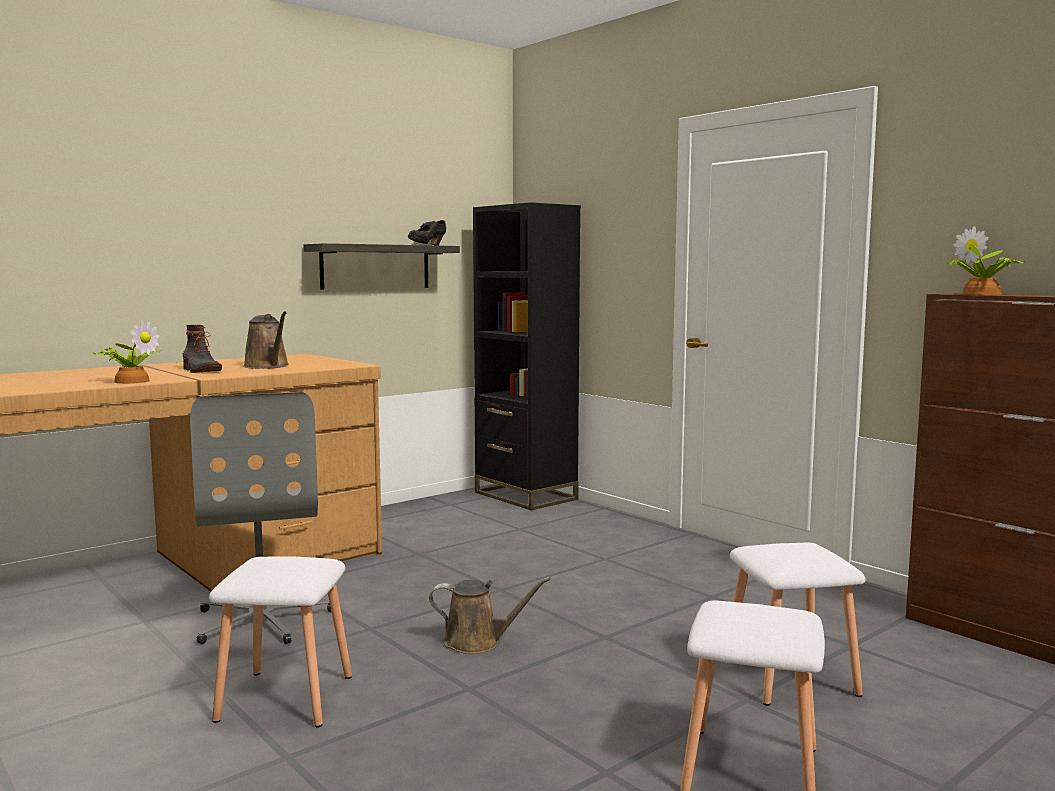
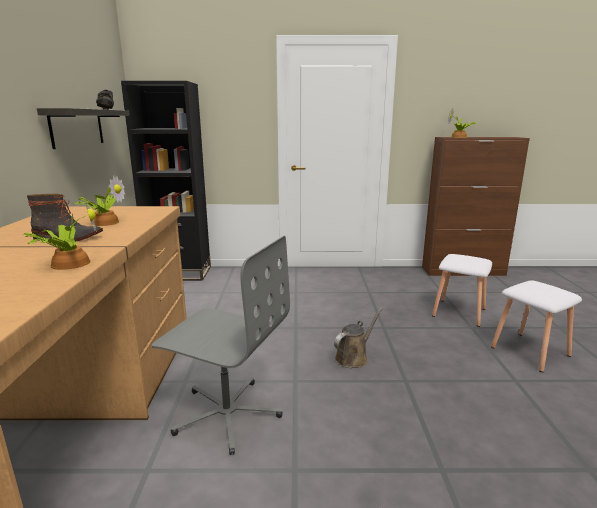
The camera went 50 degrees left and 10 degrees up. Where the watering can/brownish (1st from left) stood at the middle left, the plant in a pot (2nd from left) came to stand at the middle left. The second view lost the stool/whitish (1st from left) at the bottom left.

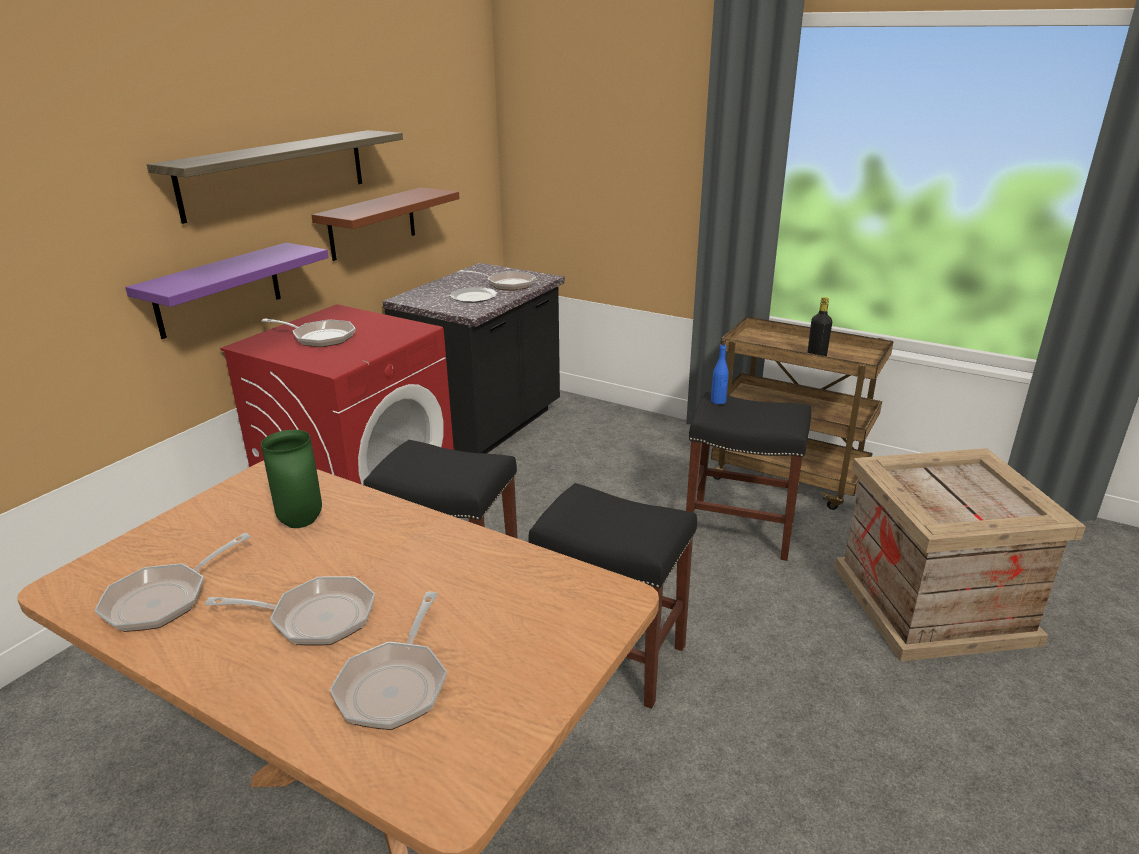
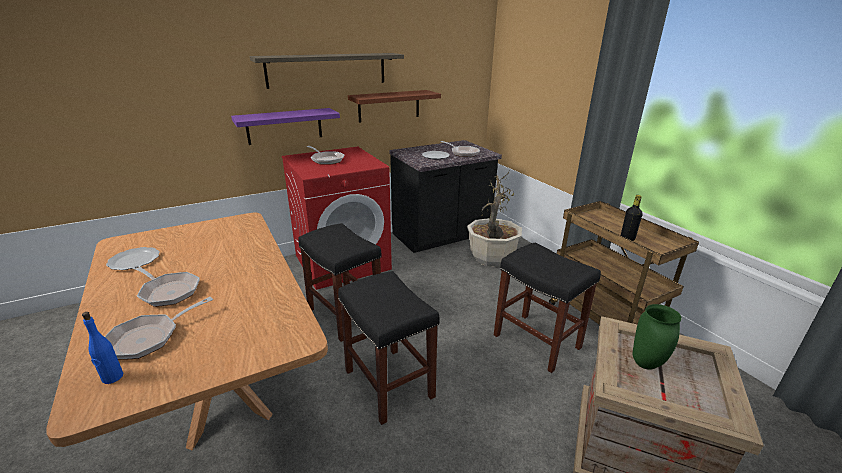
The camera went 30 degrees right and 0 degrees up. The drink bottle/blue ended up elsewhere, having gone from the centre to the bottom left. Where the skillet (1st from left) stood at the bottom left, the dinner plate (1st from left) came to stand at the middle left. The second view gained the plant in a pot at the centre. The flower vase/greenish ended up elsewhere, having gone from the middle left to the bottom right.

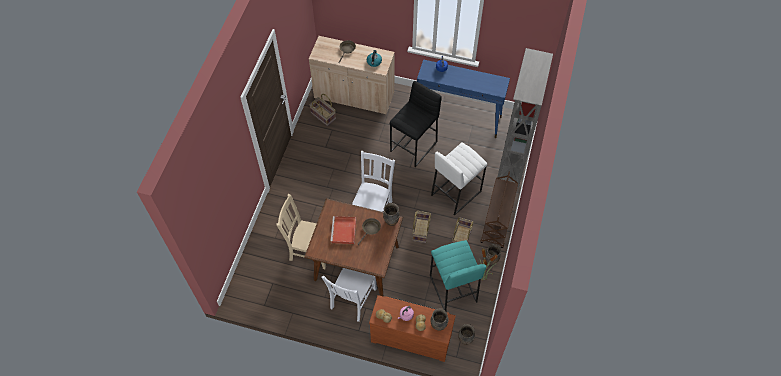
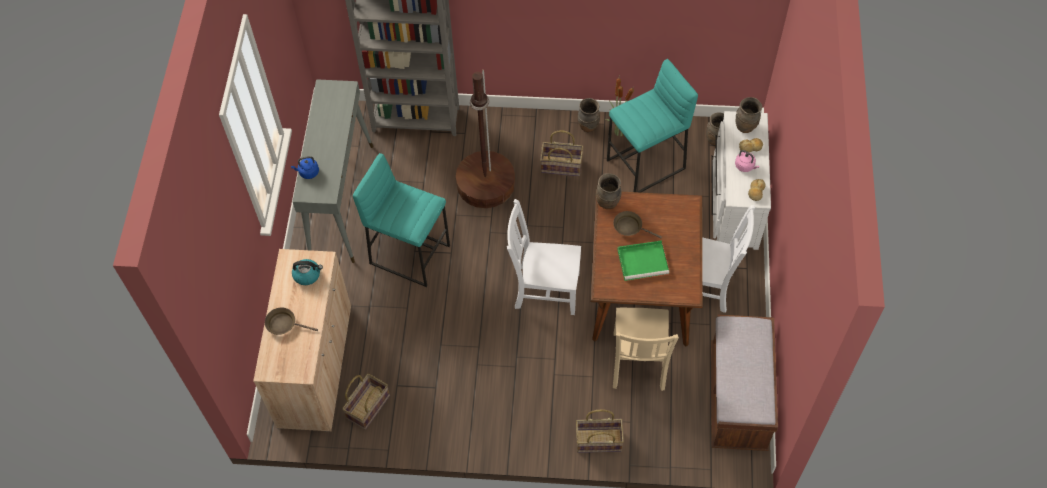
The camera went 100 degrees left and 0 degrees up. What was the console table/blue at the top centre turned into the console table/gray at the middle left. What was the stool/black at the top centre turned into the stool/turquoise (1st from left) at the centre. Where the stool/whitish stood at the centre, the floor lamp/brownish came to stand at the top centre. The household basket (2nd from left in the first image) ended up elsewhere, having gone from the centre to the bottom centre. What was the carrying tray/red at the centre turned into the carrying tray/greenish at the centre. What was the dresser/brownish at the bottom centre turned into the dresser/whitish at the middle right. The second view gained the indoor bench/brownish at the bottom right. The second view lost the trolley/brownish at the centre.

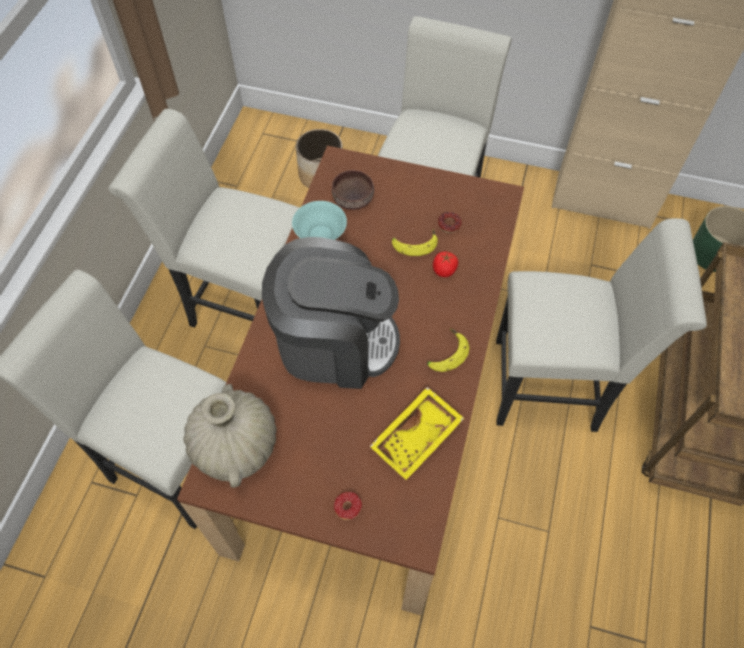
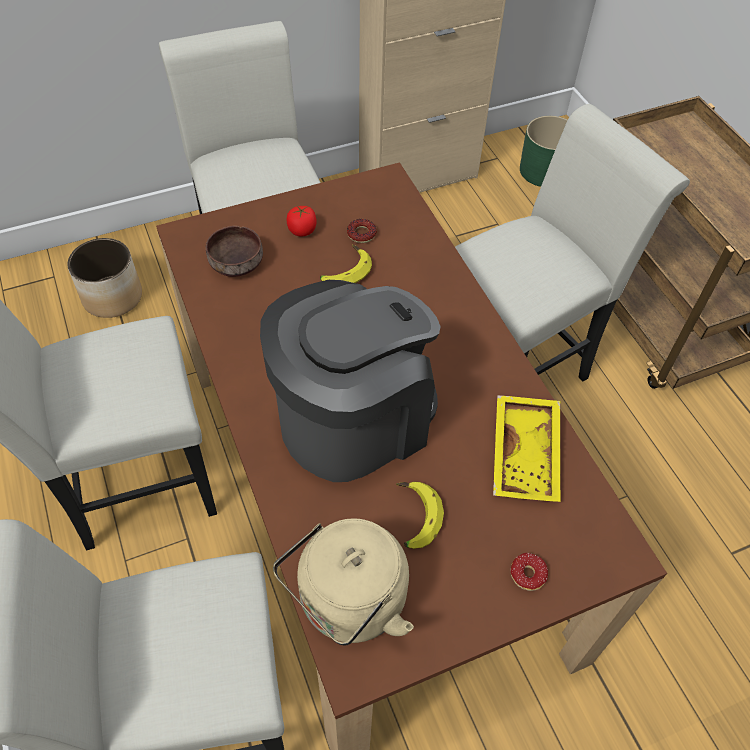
The camera went 40 degrees left and 5 degrees down. Where the flower vase/beige stood at the bottom left, the kettle/beige came to stand at the bottom centre. The tomato ended up elsewhere, having gone from the centre to the top centre. The banana (2nd from left) ended up elsewhere, having gone from the centre to the bottom centre. The second view lost the deep dish/turquoise at the centre.

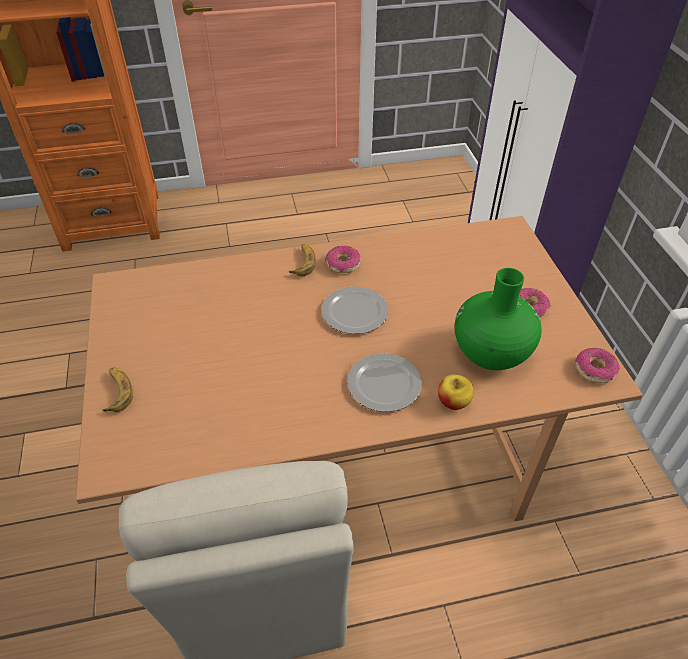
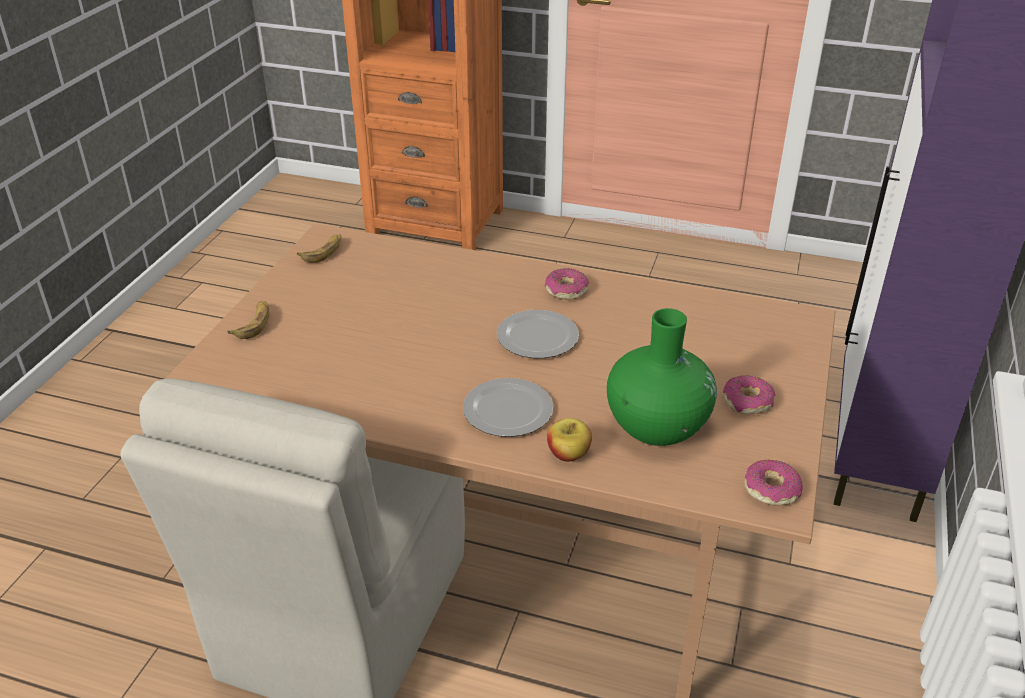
The camera went 30 degrees right and 10 degrees down. The banana (2nd from left) ended up elsewhere, having gone from the centre to the middle left.

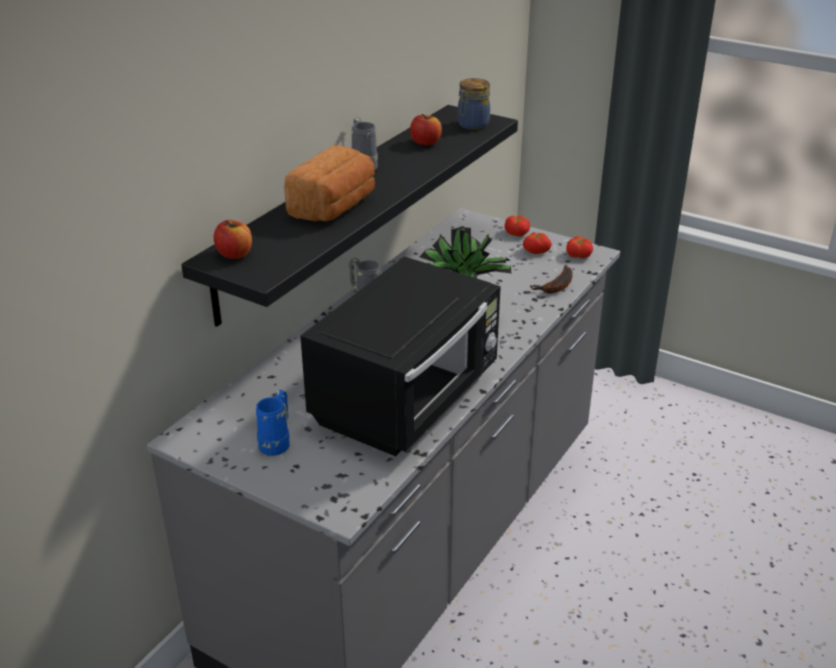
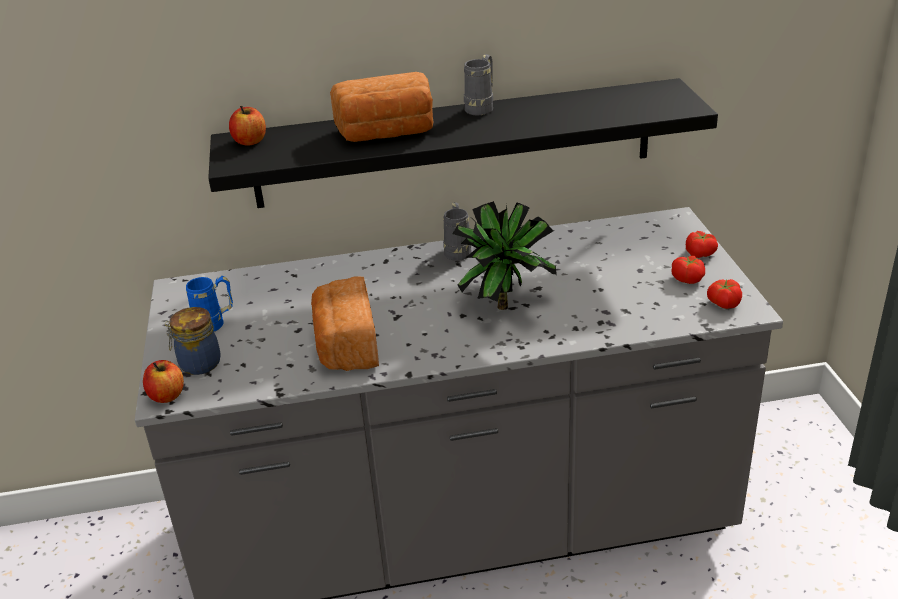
The camera went 50 degrees right and 0 degrees up. The whole apple (2nd from left in the first image) ended up elsewhere, having gone from the top centre to the middle left. The jar ended up elsewhere, having gone from the top centre to the middle left. Where the microwave oven/black stood at the centre, the bread (1st from left) came to stand at the centre. The second view lost the banana at the centre.

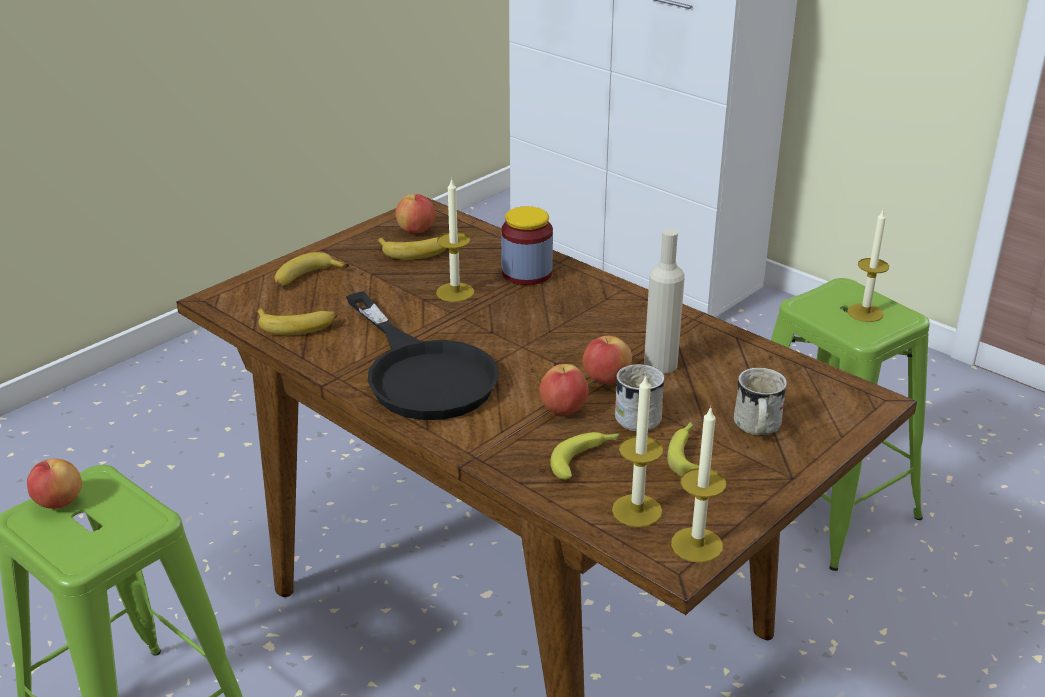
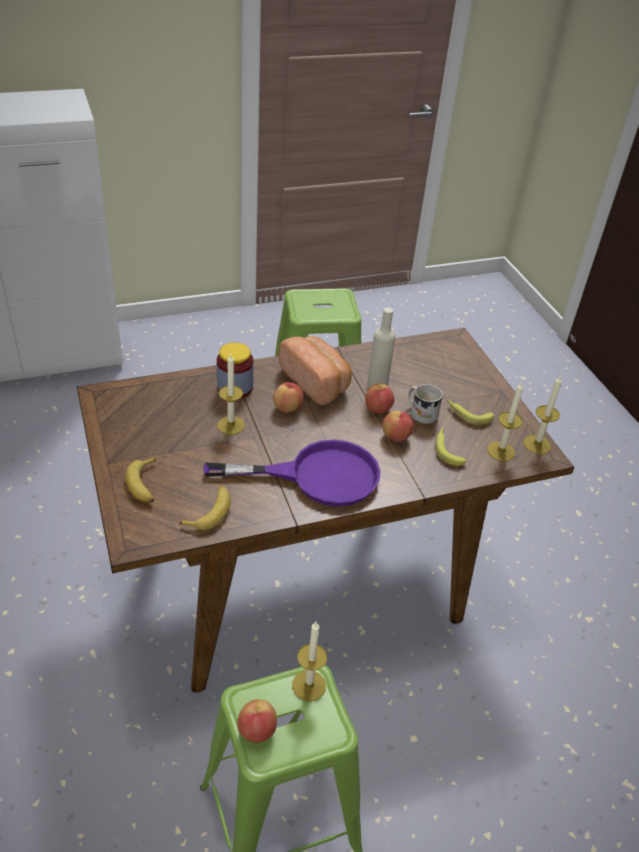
The camera went 65 degrees left and 10 degrees up. What was the skillet/black at the centre turned into the skillet/purplish at the centre. The whole apple (2nd from left) ended up elsewhere, having gone from the top centre to the centre. The second view gained the bread at the centre. The wax candle (4th from left in the first image) ended up elsewhere, having gone from the middle right to the bottom centre. The second view lost the banana (3rd from left) at the centre. The second view lost the tea mug/whitish (2nd from left) at the middle right.

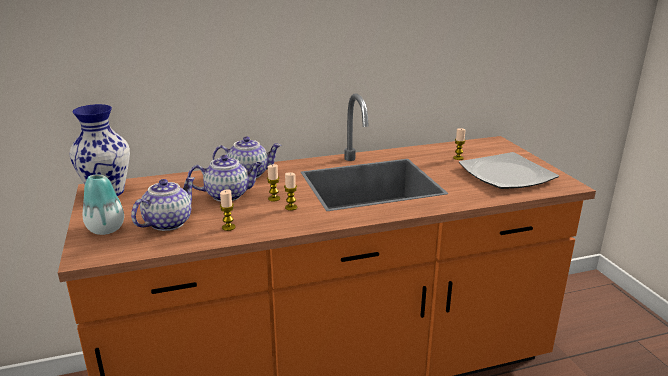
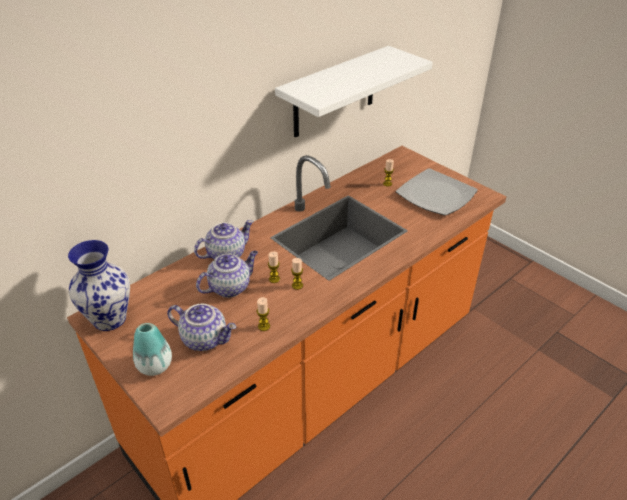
The camera went 25 degrees left and 15 degrees up. The tea pot (1st from left) at the middle left ended up facing another way, 105 degrees clockwise from before. The second view gained the wall shelf/whitish at the top centre.

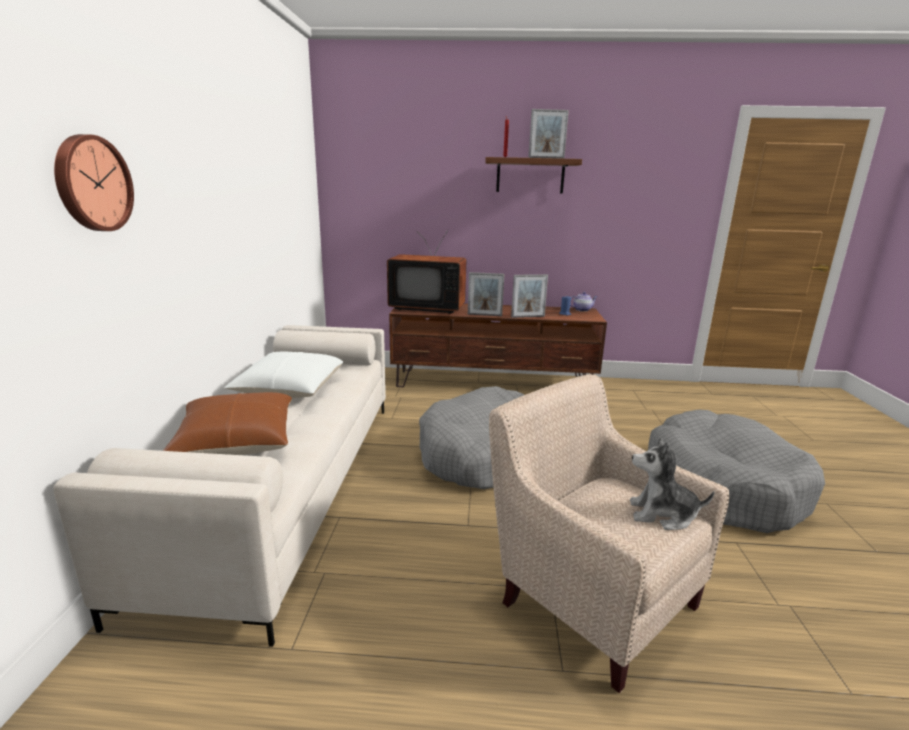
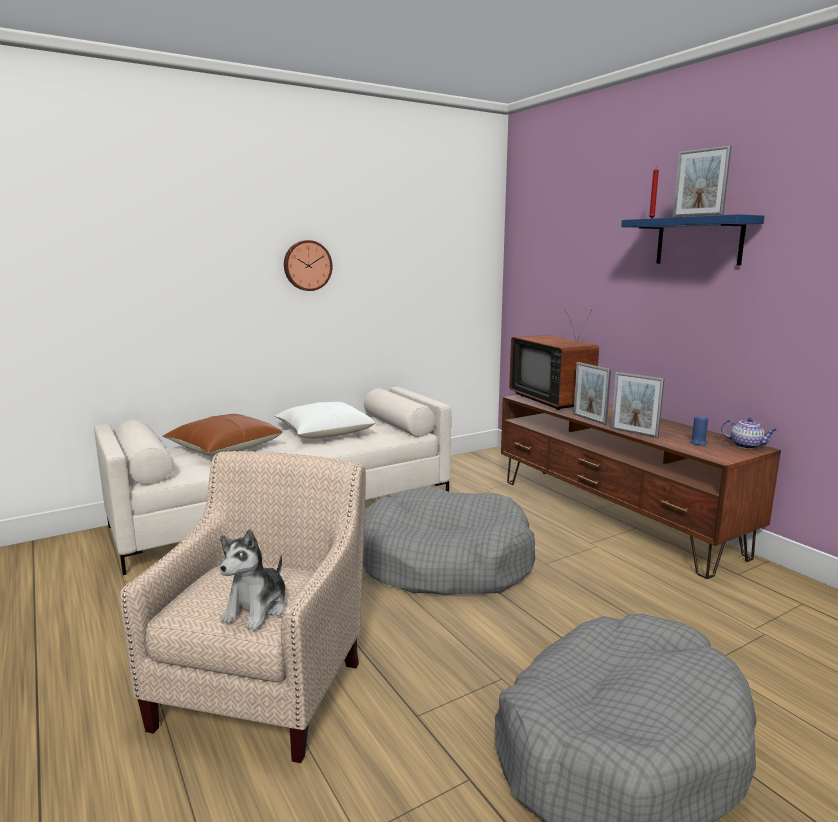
The camera went 55 degrees right and 5 degrees down. The plush toy at the middle right ended up facing another way, 135 degrees counterclockwise from before. The clock on the wall ended up elsewhere, having gone from the top left to the top centre. What was the wall shelf/brownish at the top centre turned into the wall shelf/blue at the top right.

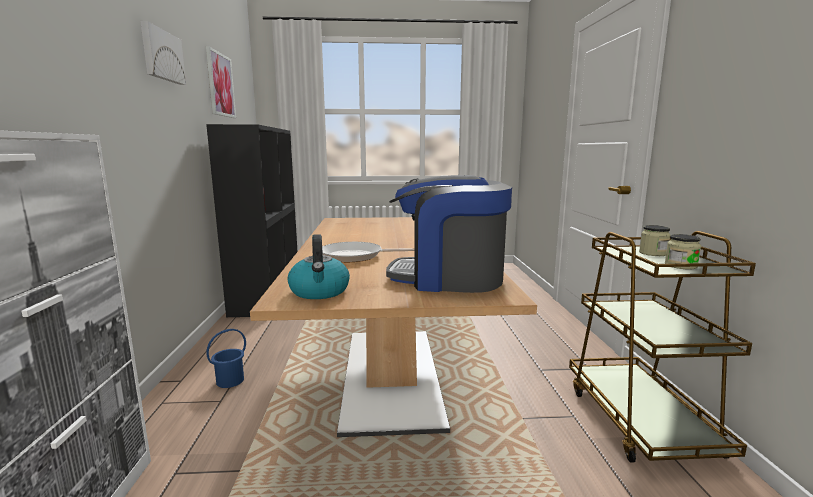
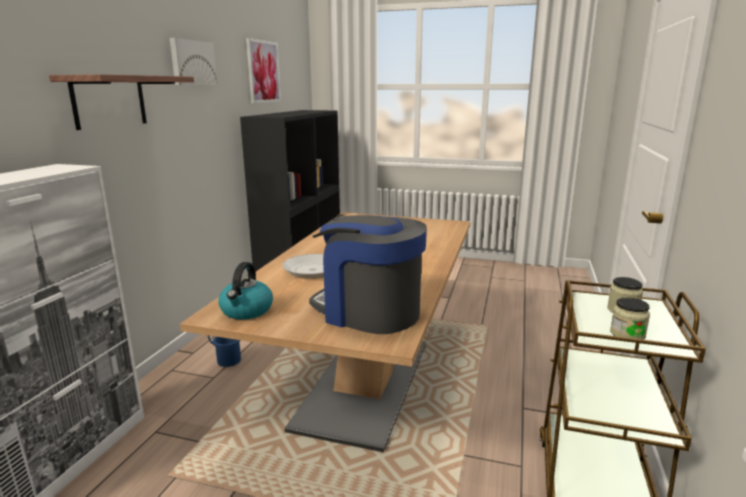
The camera went 20 degrees right and 5 degrees up. The second view gained the wall shelf at the top left.

